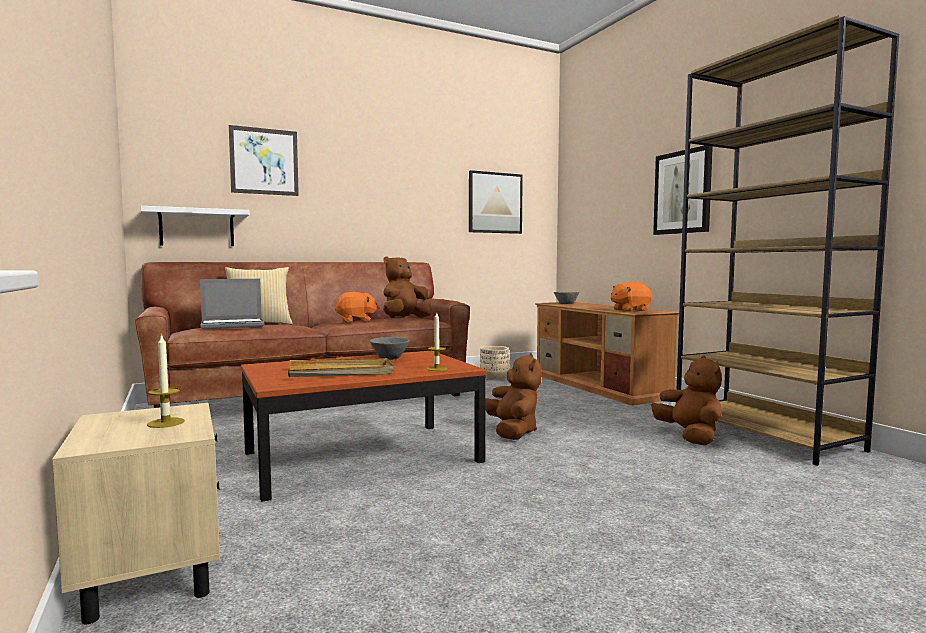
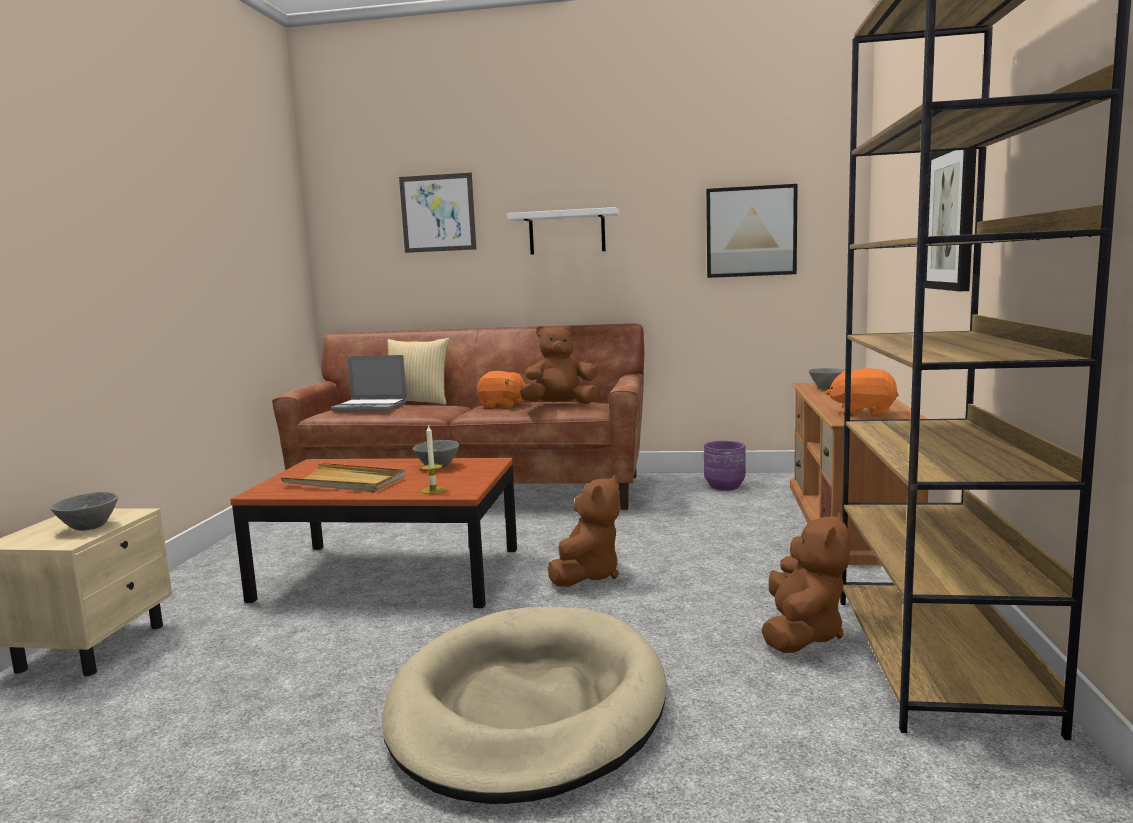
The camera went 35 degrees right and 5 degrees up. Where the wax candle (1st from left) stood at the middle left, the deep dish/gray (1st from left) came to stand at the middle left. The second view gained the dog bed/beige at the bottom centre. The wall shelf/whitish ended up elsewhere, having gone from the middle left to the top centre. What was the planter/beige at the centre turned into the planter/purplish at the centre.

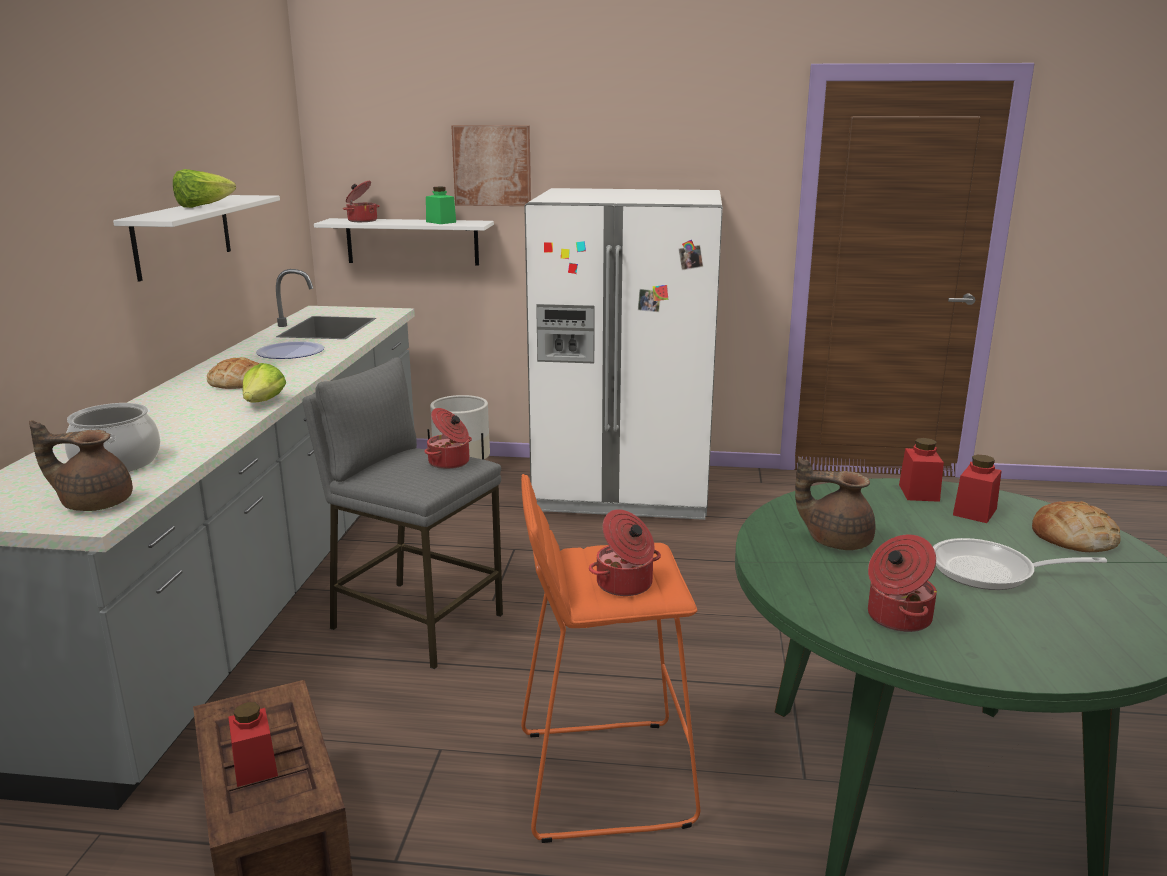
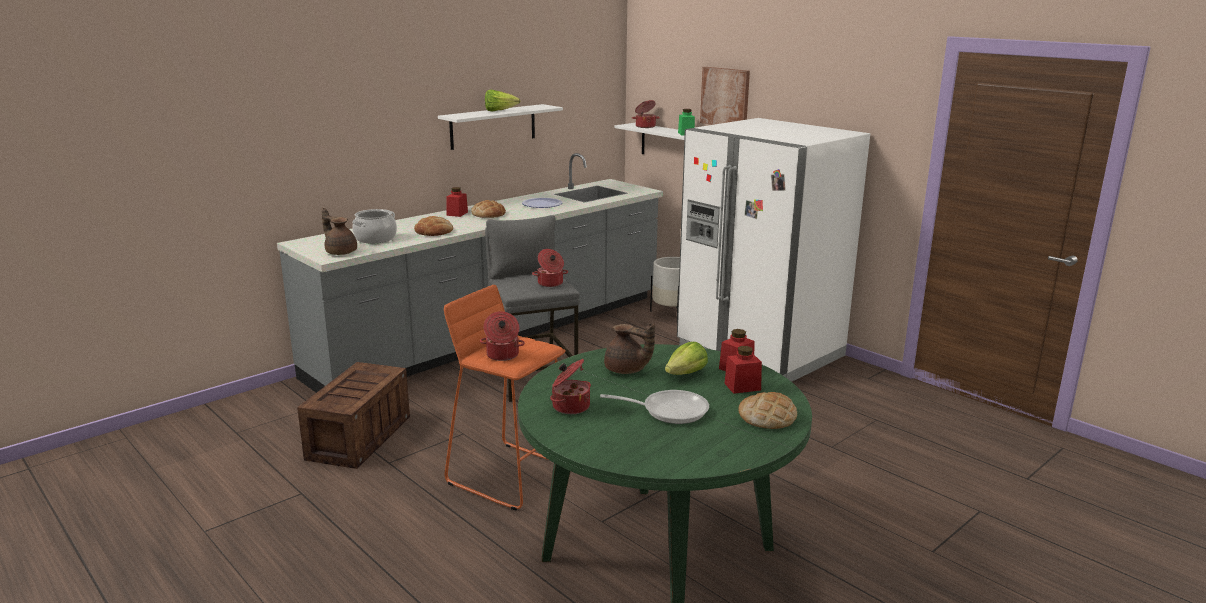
The camera went 40 degrees right and 0 degrees up. The second view gained the bread (1st from left) at the centre. The jar/red (1st from left) ended up elsewhere, having gone from the bottom left to the centre. The skillet at the middle right ended up facing another way, 135 degrees clockwise from before. The tea pot/brownish (2nd from left) at the middle right ended up facing another way, 150 degrees clockwise from before. The lettuce head (2nd from left) ended up elsewhere, having gone from the middle left to the centre.

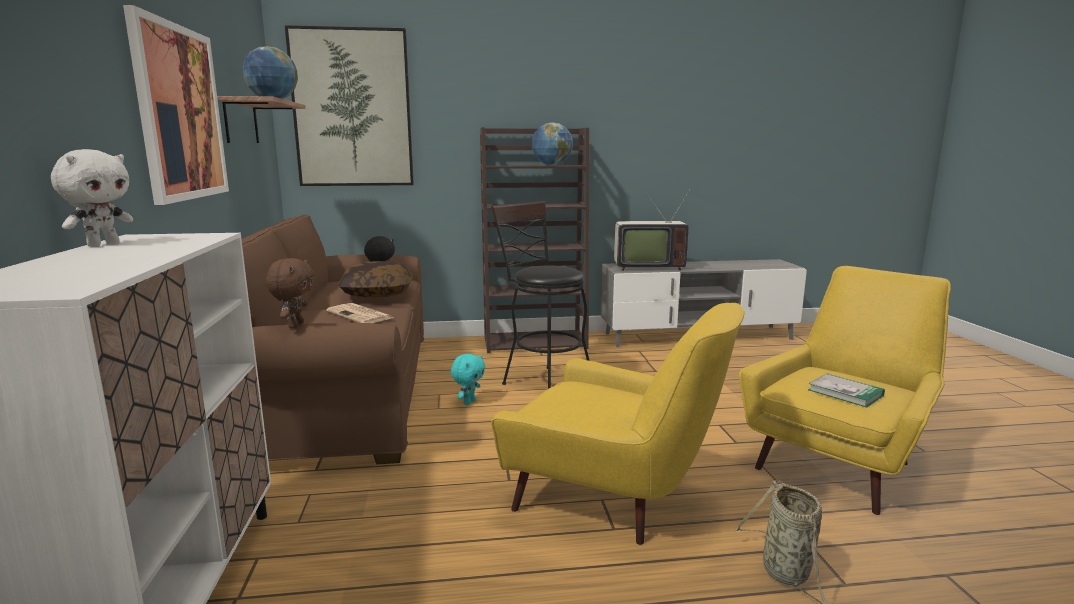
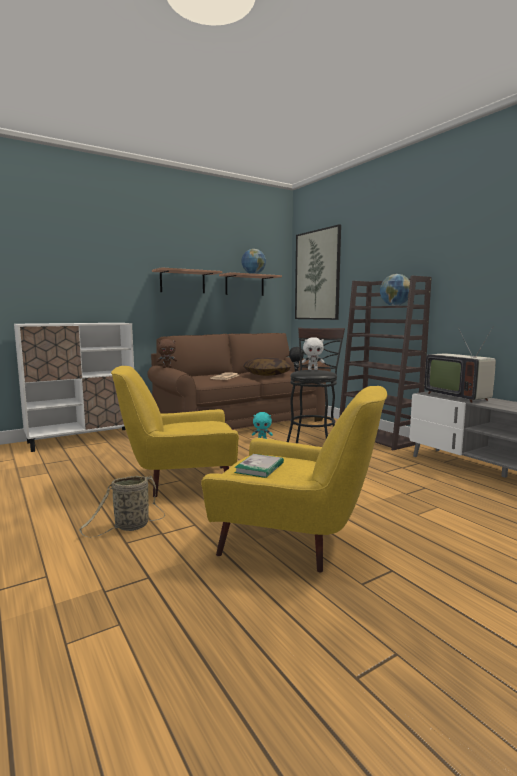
The camera went 65 degrees right and 5 degrees down. The easy chair/yellow-coloured (1st from left) at the bottom centre ended up facing another way, 75 degrees clockwise from before. Where the wall picture (1st from left) hung at the top left, the wall shelf (1st from left) came to hang at the centre. The plush toy/whitish ended up elsewhere, having gone from the top left to the centre.

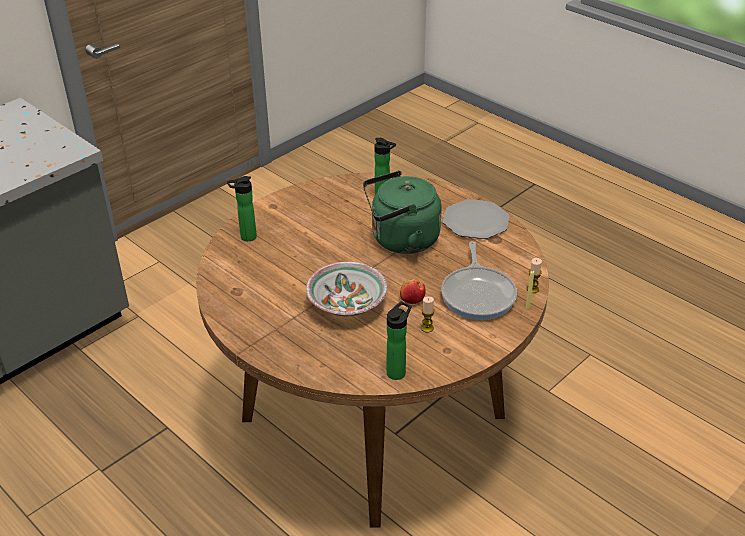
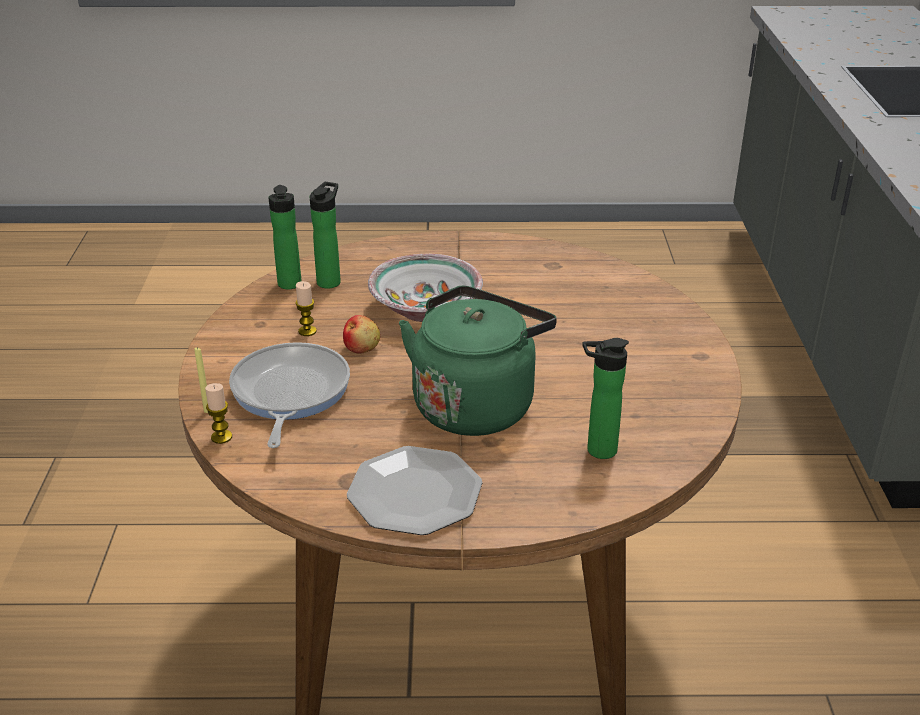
The camera went 135 degrees right and 5 degrees down. The skillet at the centre ended up facing another way, 45 degrees clockwise from before. The drink bottle (1st from left in the first image) ended up elsewhere, having gone from the middle left to the top centre.

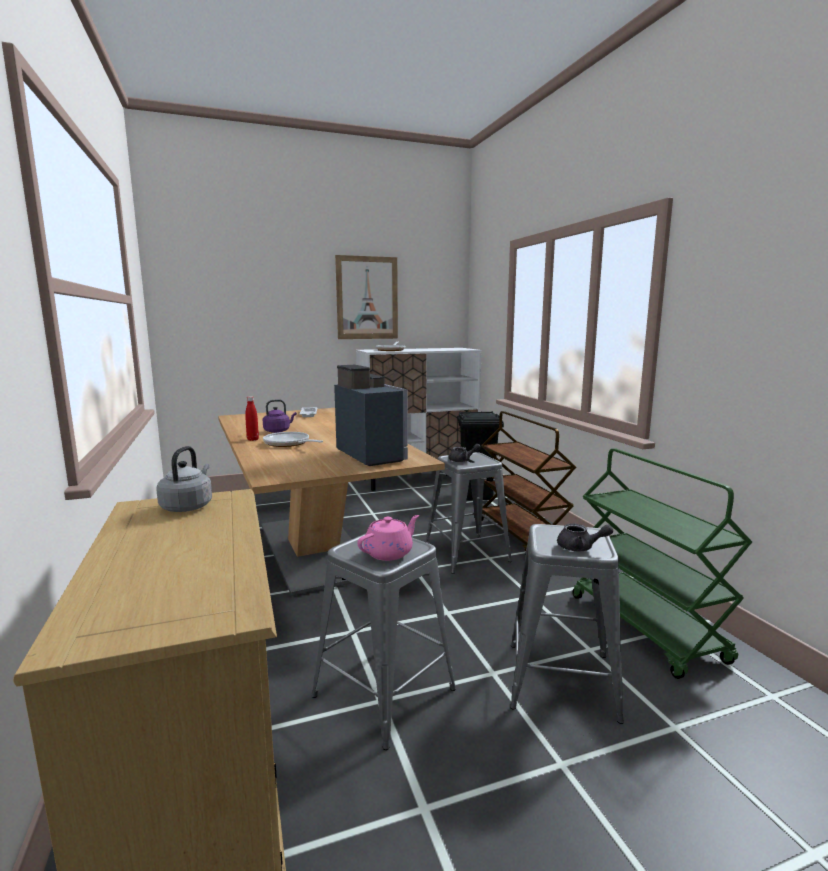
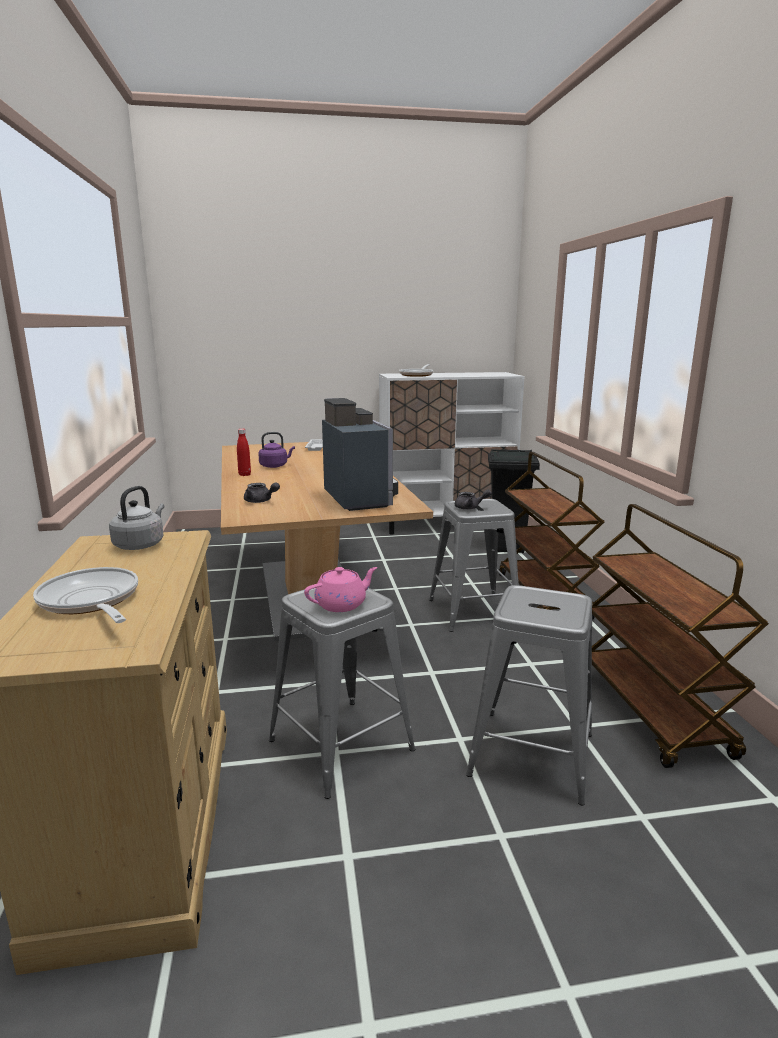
The camera went 10 degrees right and 5 degrees up. The skillet (1st from left) ended up elsewhere, having gone from the centre to the middle left. The tea pot/gray (2nd from left in the first image) ended up elsewhere, having gone from the middle right to the centre. What was the trolley/greenish at the middle right turned into the trolley/brownish (2nd from left) at the middle right. The second view lost the wall picture at the centre.

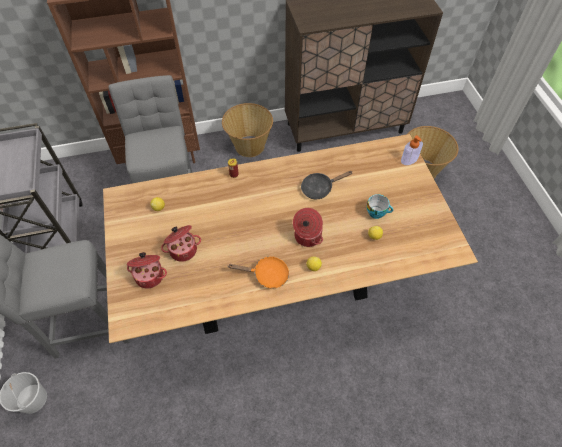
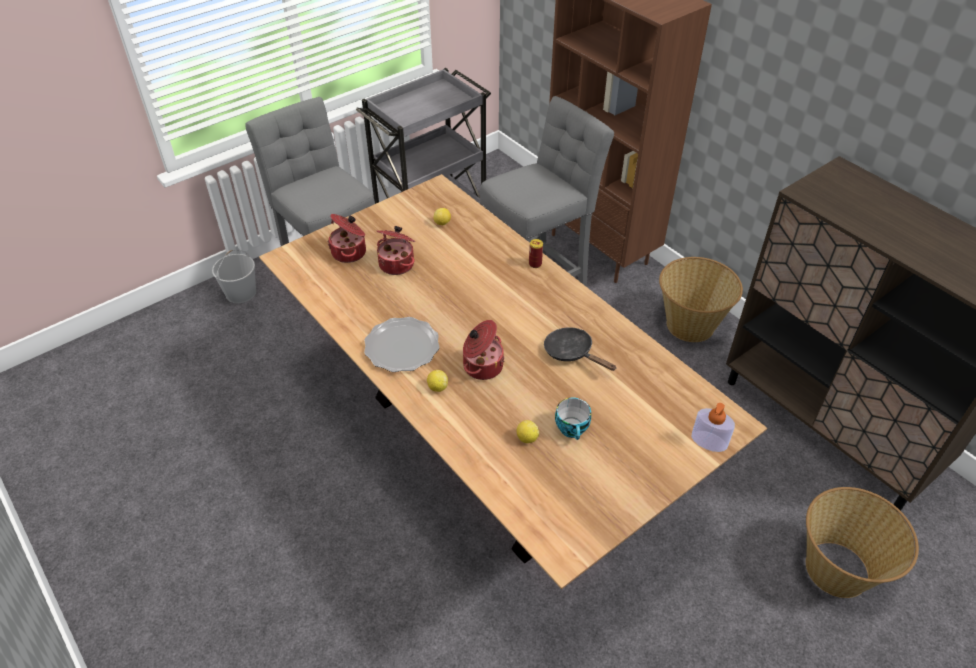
The camera went 65 degrees right and 10 degrees down. Where the skillet/orange-coloured stood at the centre, the dinner plate came to stand at the centre.

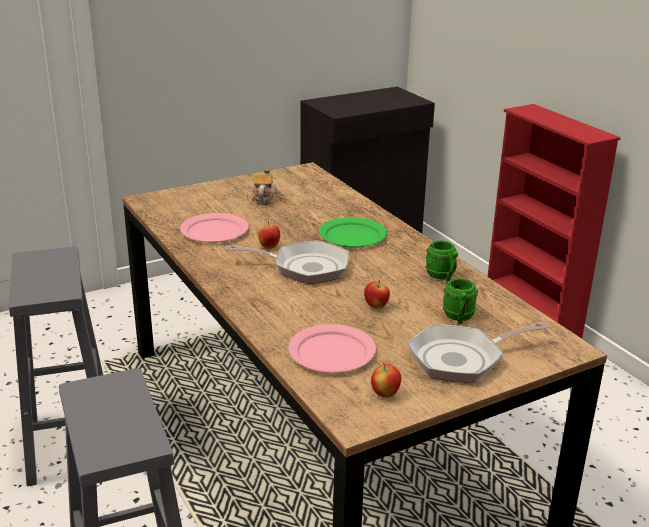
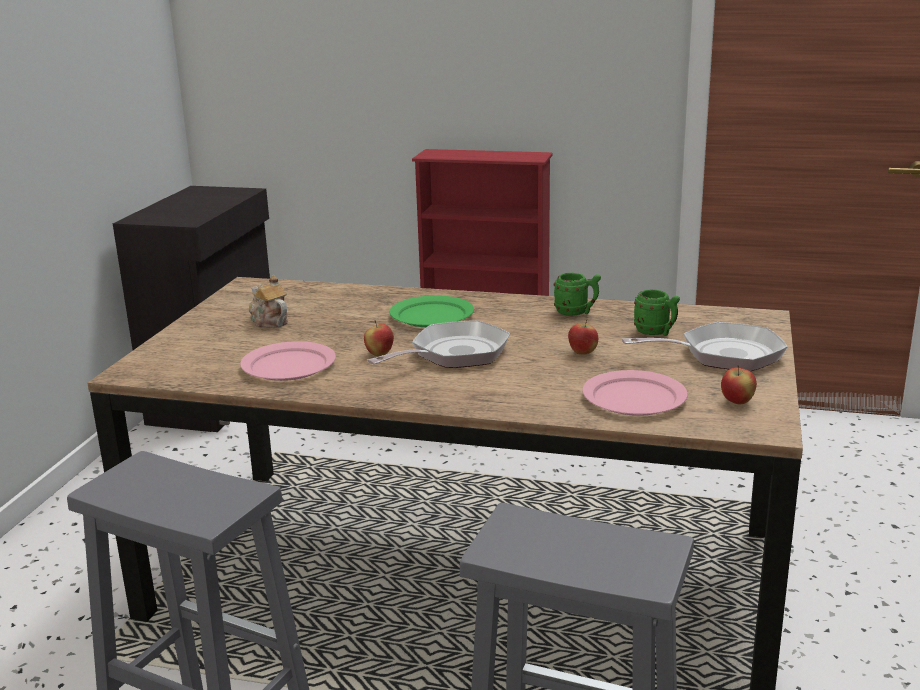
The camera went 45 degrees left and 5 degrees down. The skillet (2nd from left) at the bottom right ended up facing another way, 120 degrees counterclockwise from before.

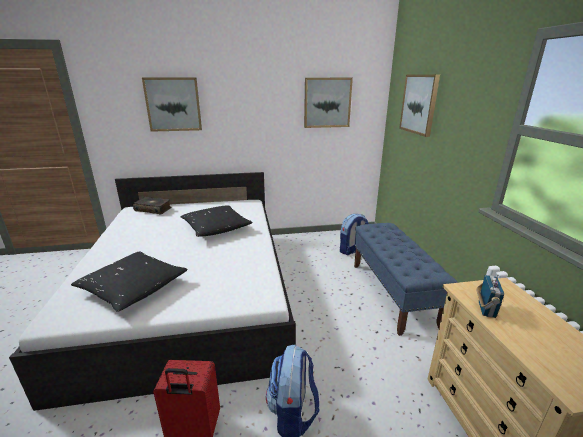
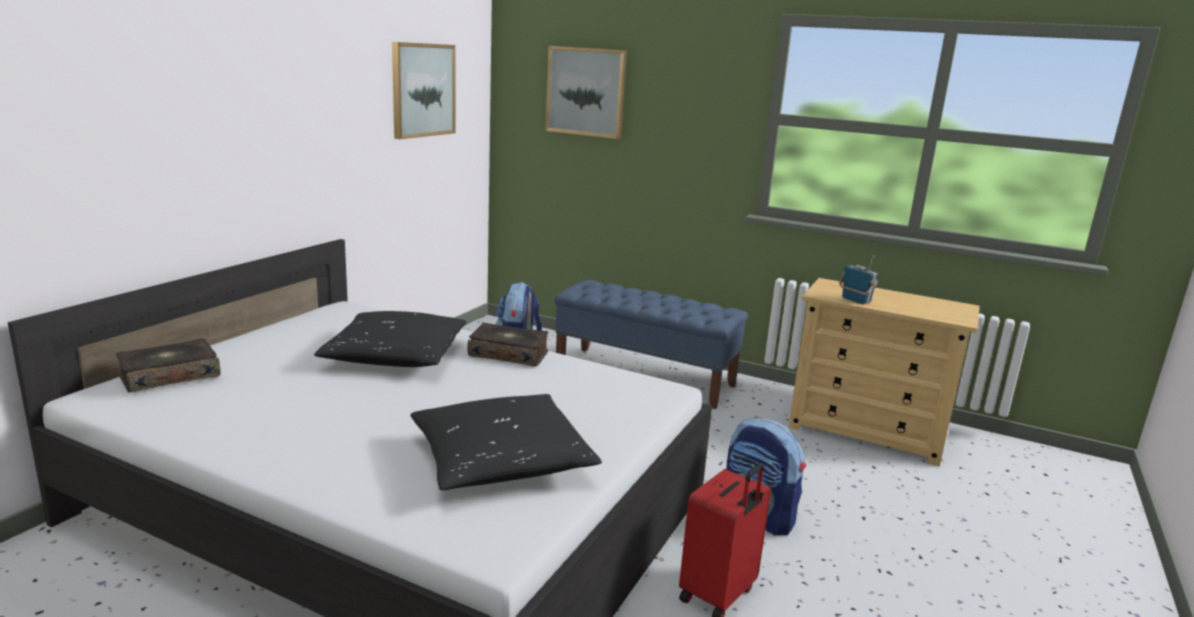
The camera went 55 degrees left and 5 degrees down. The second view gained the volume (2nd from left) at the centre. The second view lost the wall picture (1st from left) at the top left.

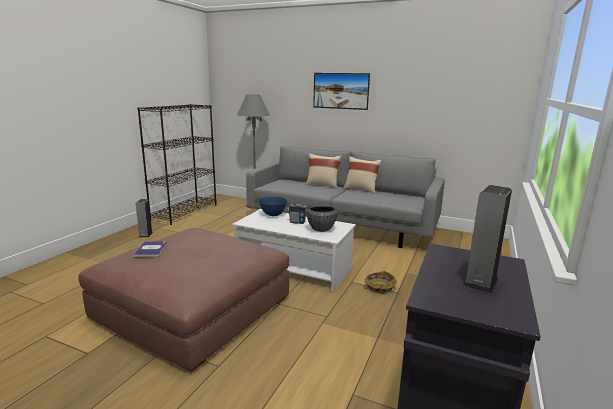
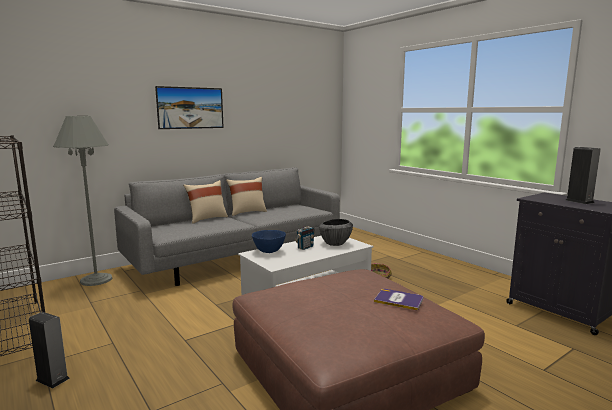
The camera went 60 degrees left and 5 degrees down. The volume ended up elsewhere, having gone from the middle left to the bottom centre.

